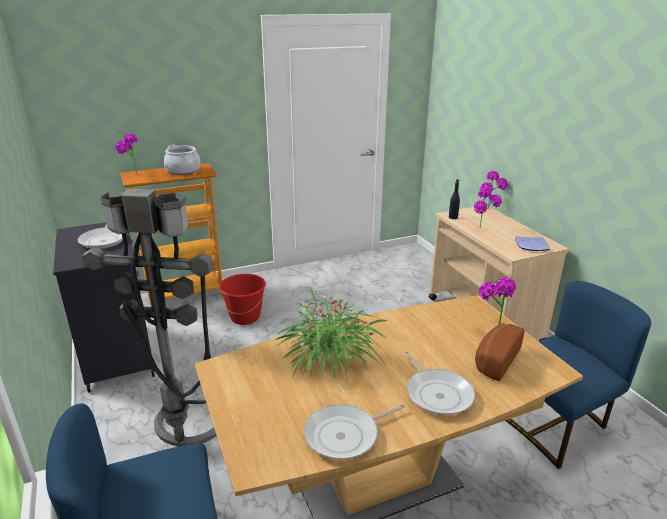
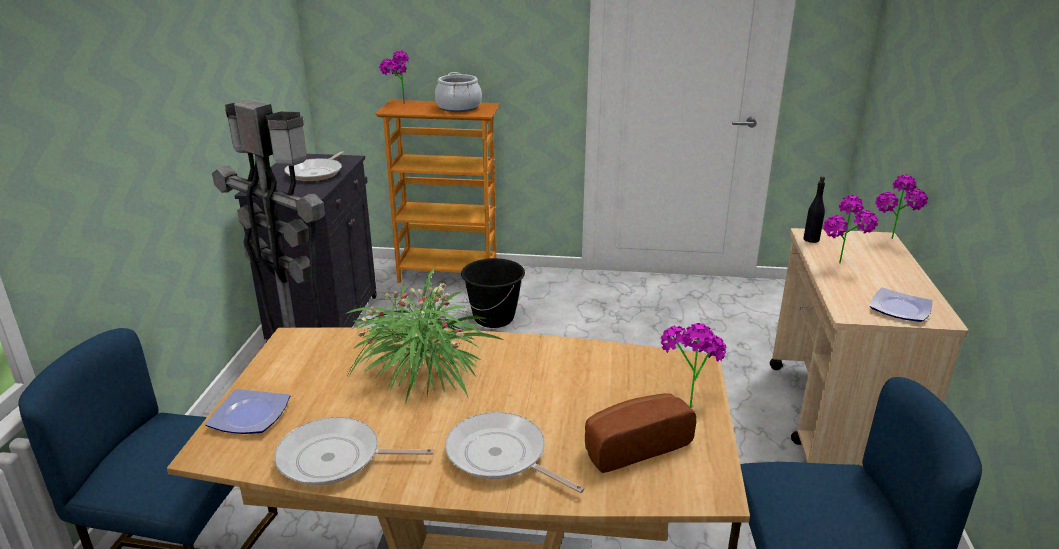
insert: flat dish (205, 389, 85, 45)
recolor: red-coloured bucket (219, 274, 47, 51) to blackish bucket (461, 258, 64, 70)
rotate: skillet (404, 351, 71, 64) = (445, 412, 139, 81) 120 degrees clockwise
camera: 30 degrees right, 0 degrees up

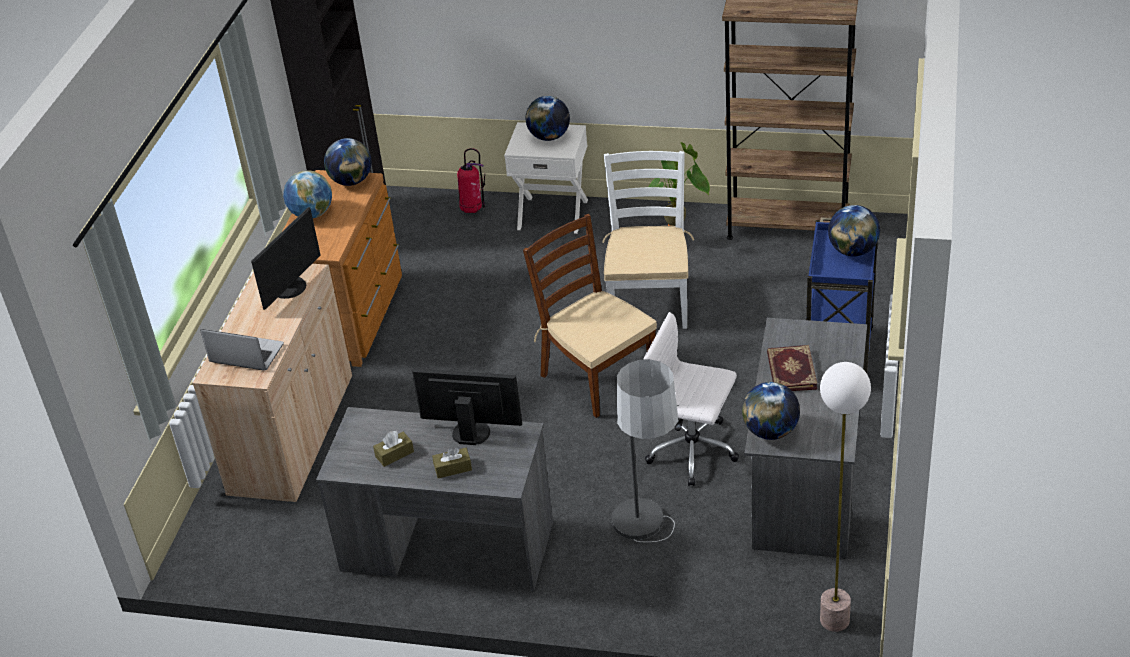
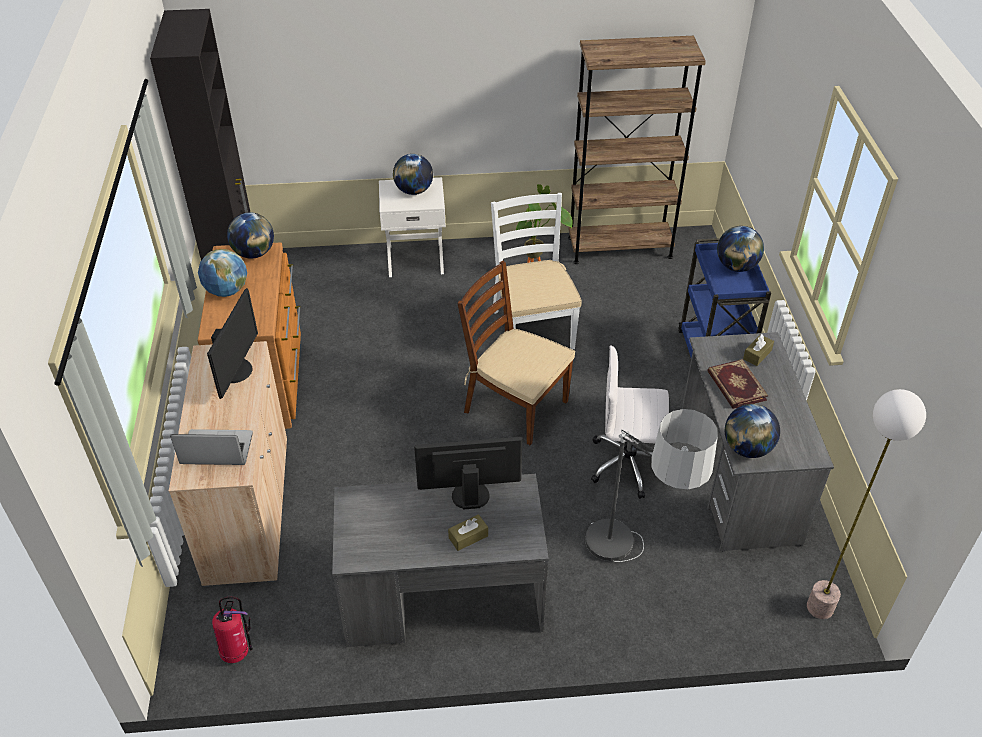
move: brownish tissue box (373, 431, 41, 36) to (743, 334, 31, 32); fire-fighting cylinder (457, 148, 28, 65) to (212, 596, 41, 67)
camera: 20 degrees left, 5 degrees up

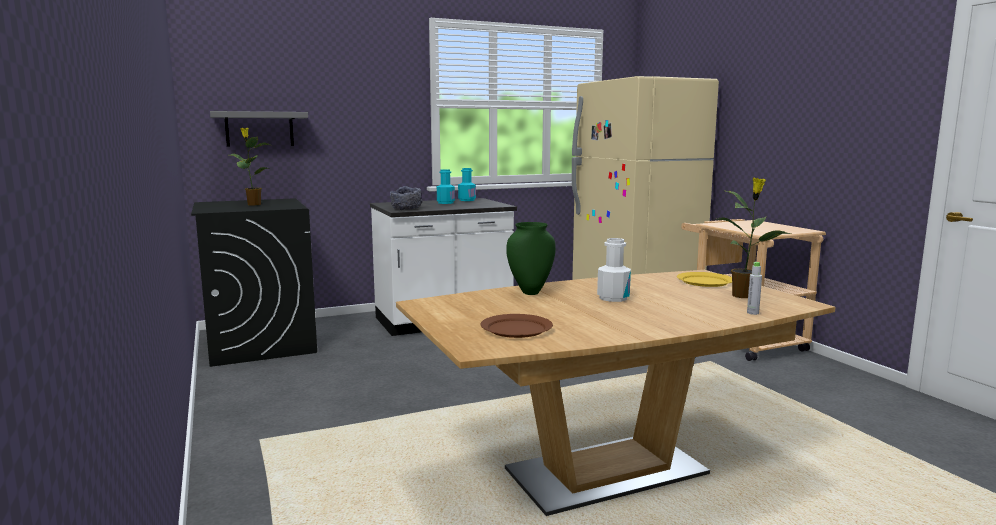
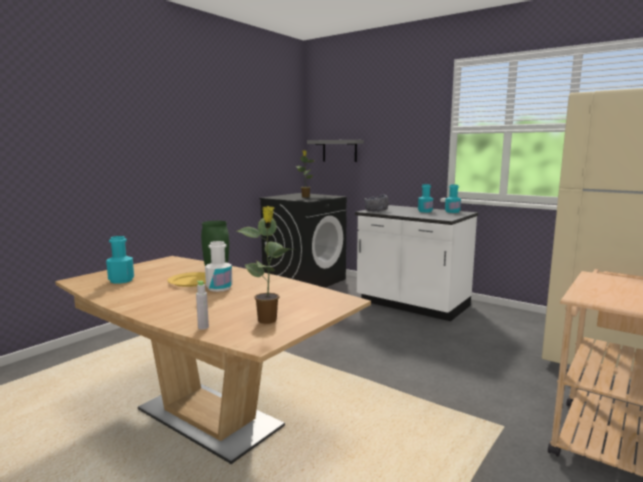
move: yellow-coloured flat dish (677, 272, 55, 15) to (167, 272, 39, 15)
replace: brownish flat dish (481, 314, 72, 24) to blue-green beverage bottle (106, 236, 28, 48)
camera: 60 degrees right, 0 degrees up

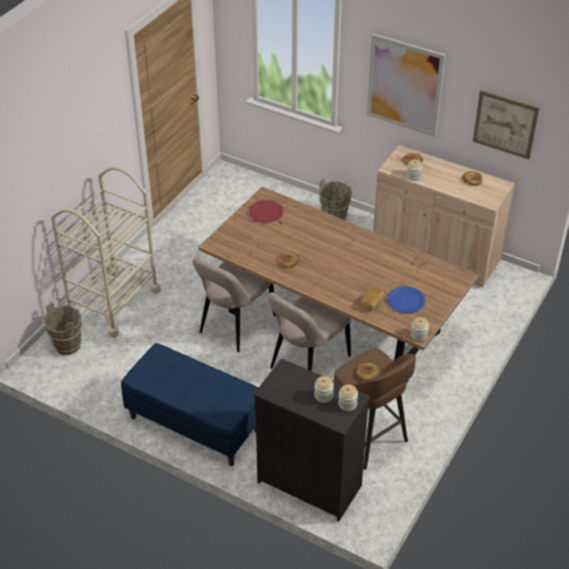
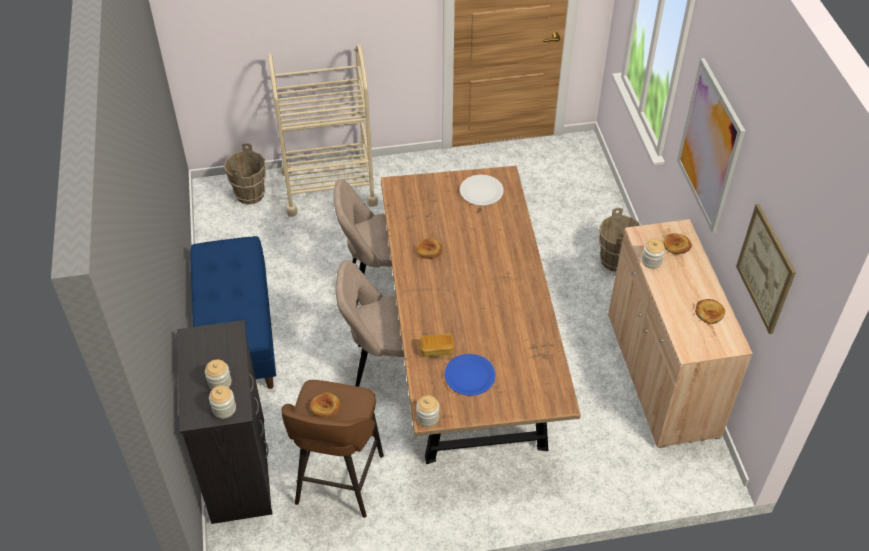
recolor: red-coloured flat dish (249, 200, 35, 23) to whitish flat dish (460, 175, 44, 31)
camera: 50 degrees right, 5 degrees up

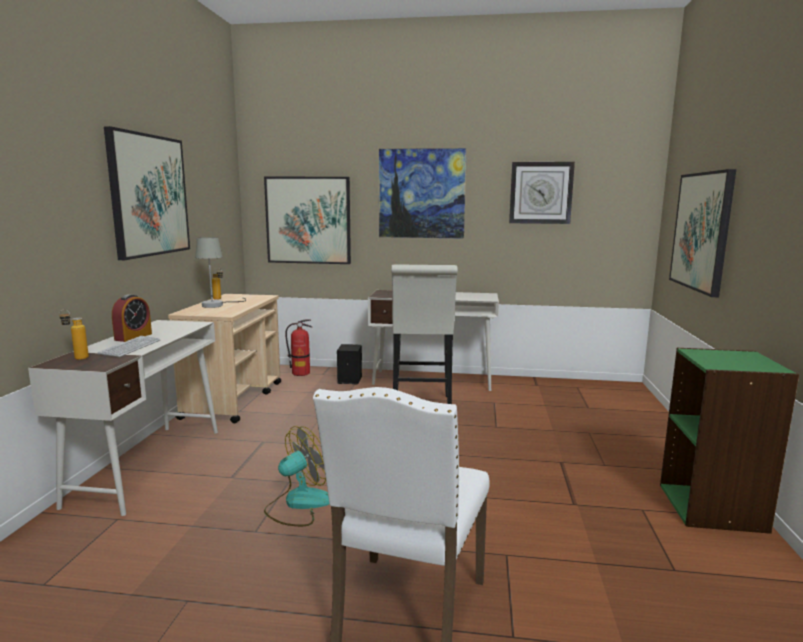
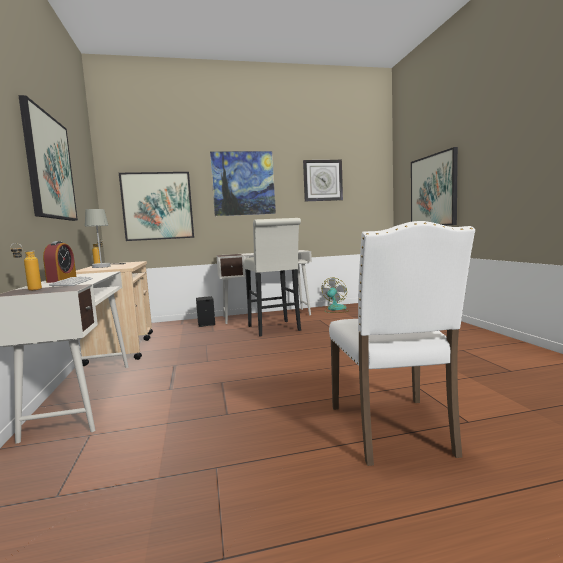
delete: fire-fighting cylinder (286, 320, 27, 56); greenish shelving unit (660, 348, 139, 186)
move: fan (264, 426, 65, 100) to (322, 278, 27, 35)
camera: 20 degrees left, 5 degrees down

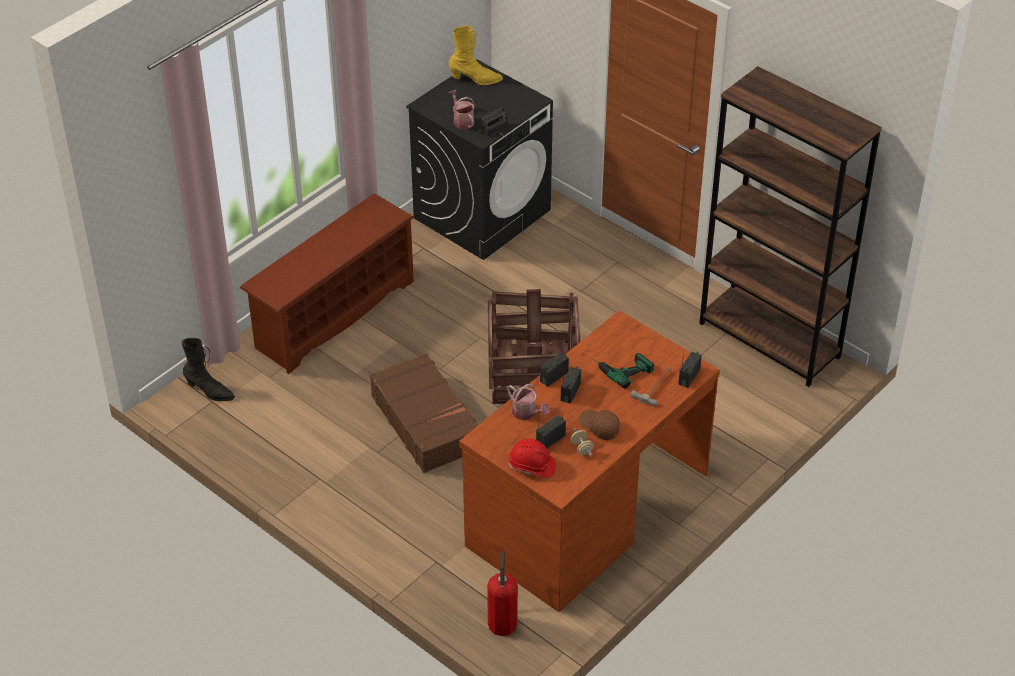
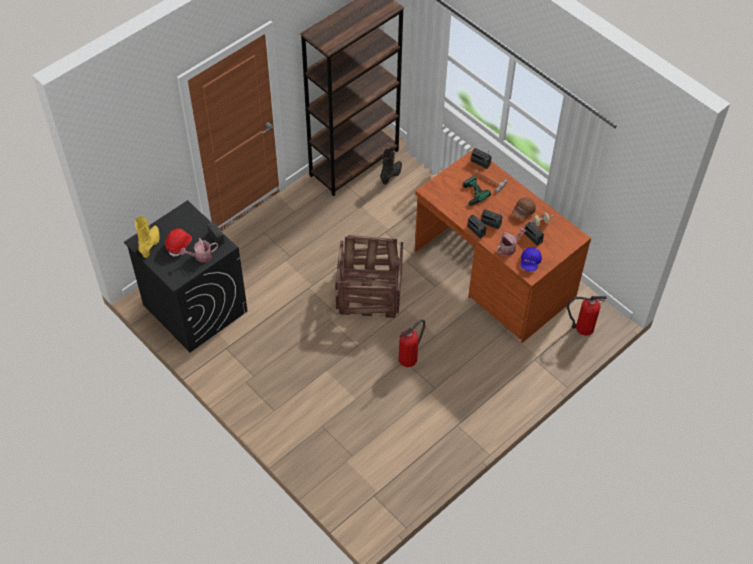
delete: brownish shoe shelf (240, 193, 174, 181)
insert: blue cap (520, 247, 22, 24)
move: blackish boot (182, 338, 53, 63) to (380, 148, 22, 37); red-coloured safety helmet (508, 439, 48, 39) to (165, 228, 27, 29)
replace: brownish travel case (370, 353, 108, 120) to fire-fighting cylinder (399, 319, 26, 48)
camera: 85 degrees left, 10 degrees up

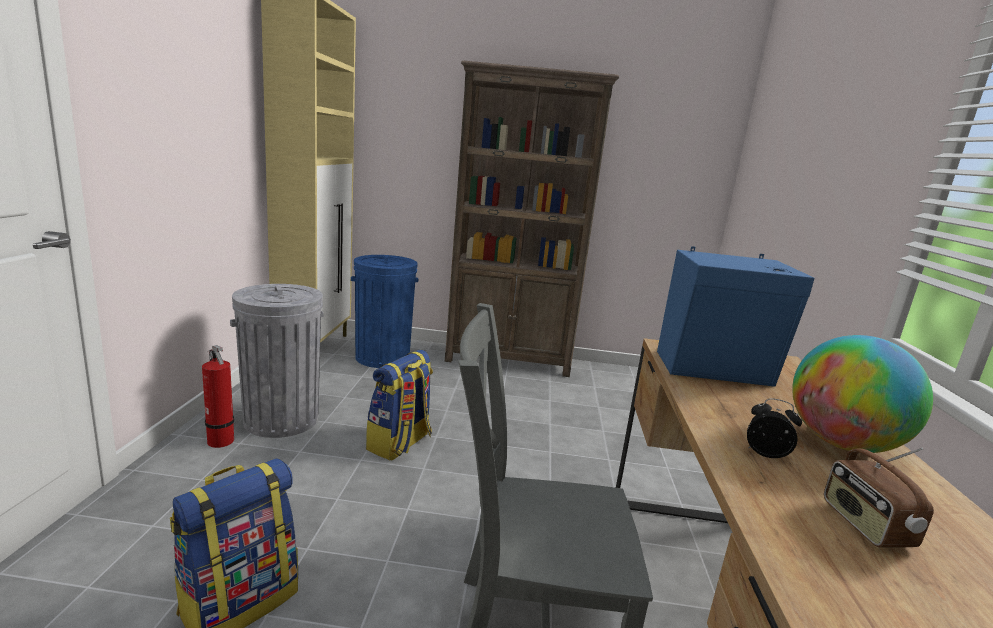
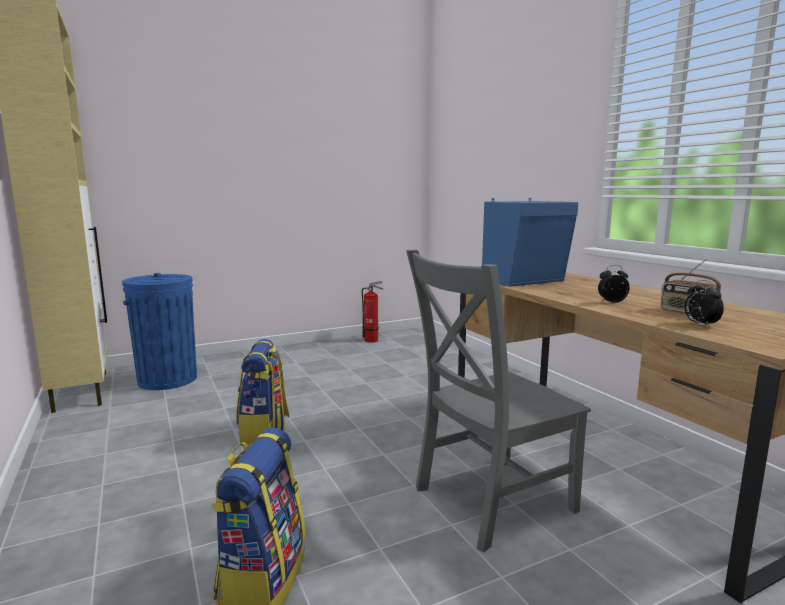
delete: grey trash can (230, 284, 93, 154); brownish shelving unit (445, 61, 174, 316); world globe (792, 335, 141, 118)
insert: bedside clock (685, 280, 39, 48)
move: fire-fighting cylinder (202, 345, 32, 103) to (362, 281, 22, 62)
camera: 30 degrees left, 5 degrees down

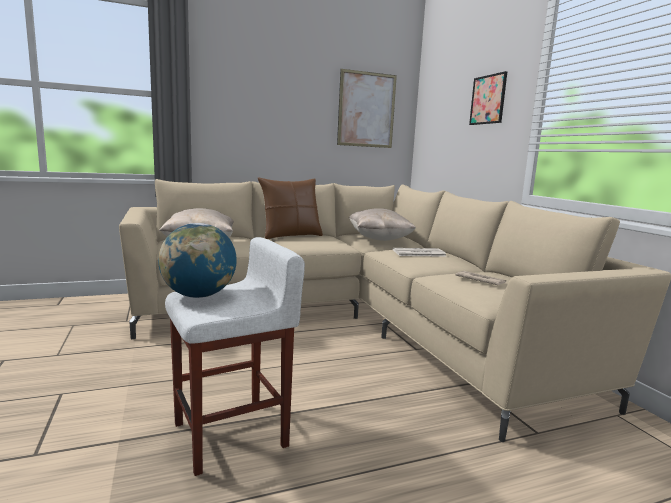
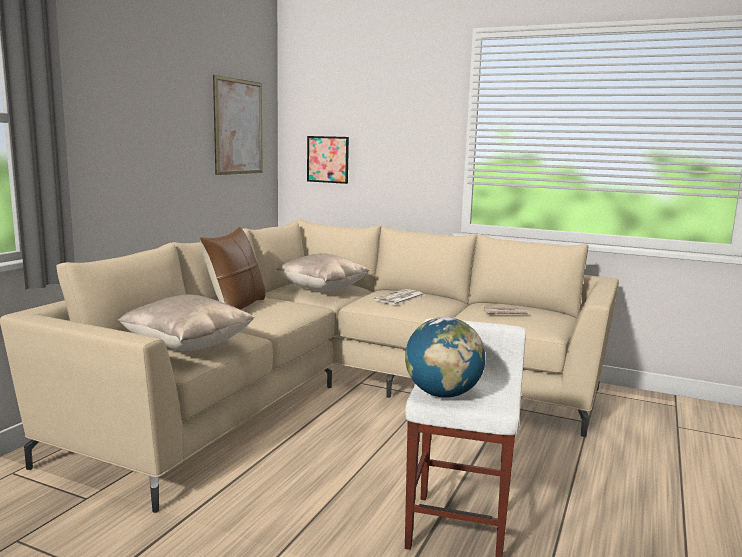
move: wall art (469, 71, 38, 54) to (307, 136, 42, 48)
camera: 45 degrees left, 0 degrees up

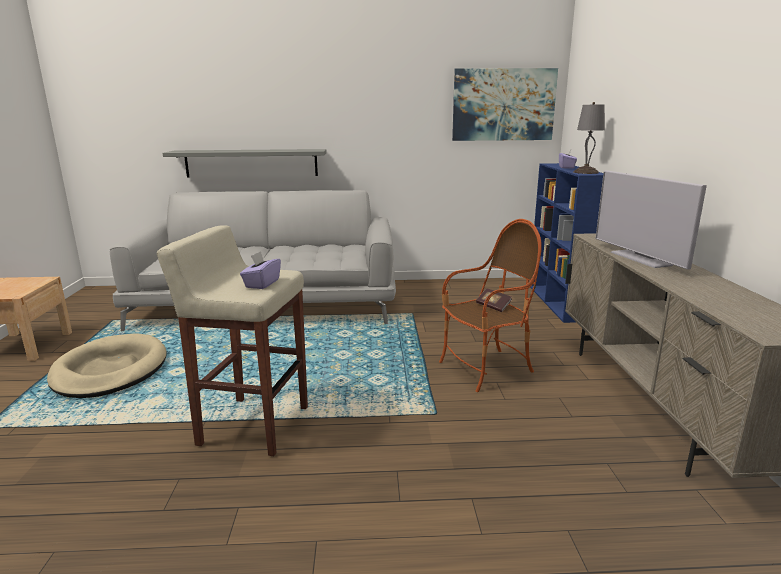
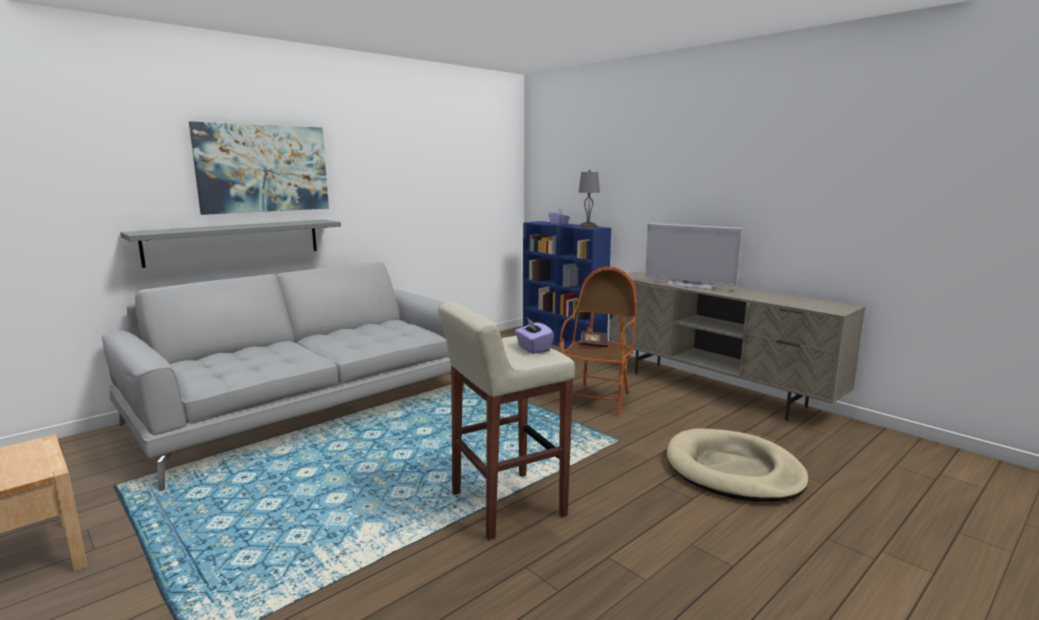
move: sand-coloured dog bed (47, 333, 120, 65) to (667, 429, 142, 73); wall art (452, 68, 106, 73) to (189, 121, 140, 94)
camera: 40 degrees left, 5 degrees down

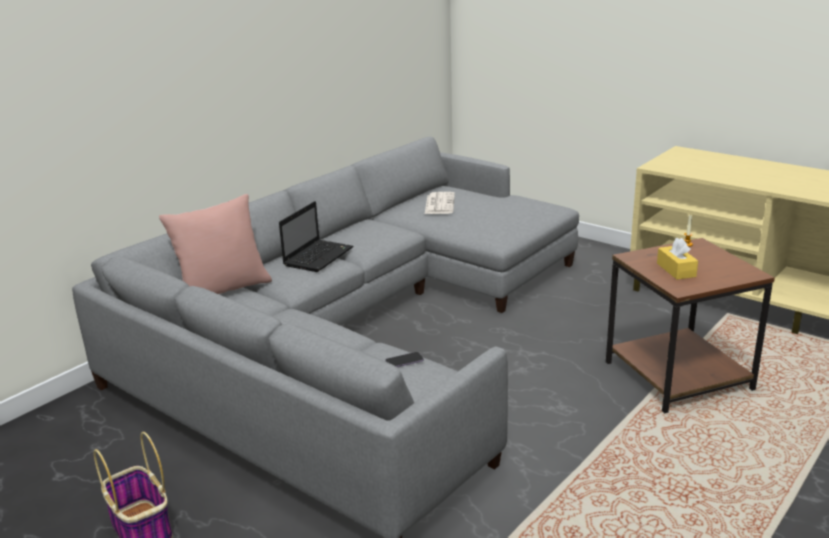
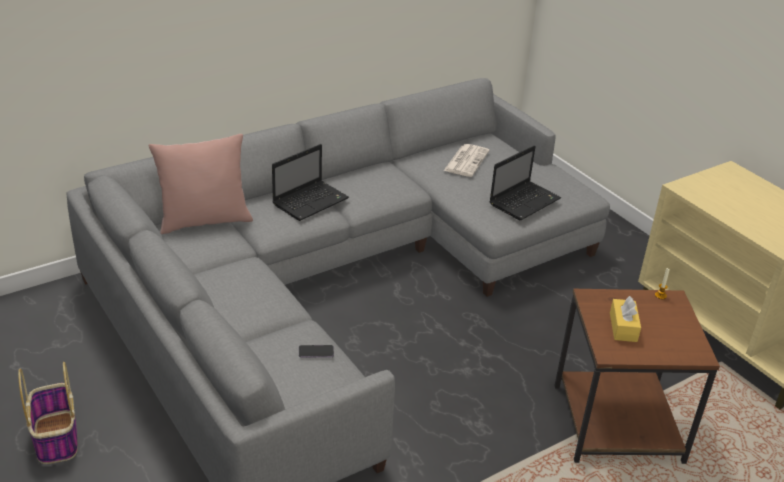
insert: notebook computer (489, 145, 72, 75)
camera: 15 degrees right, 10 degrees up

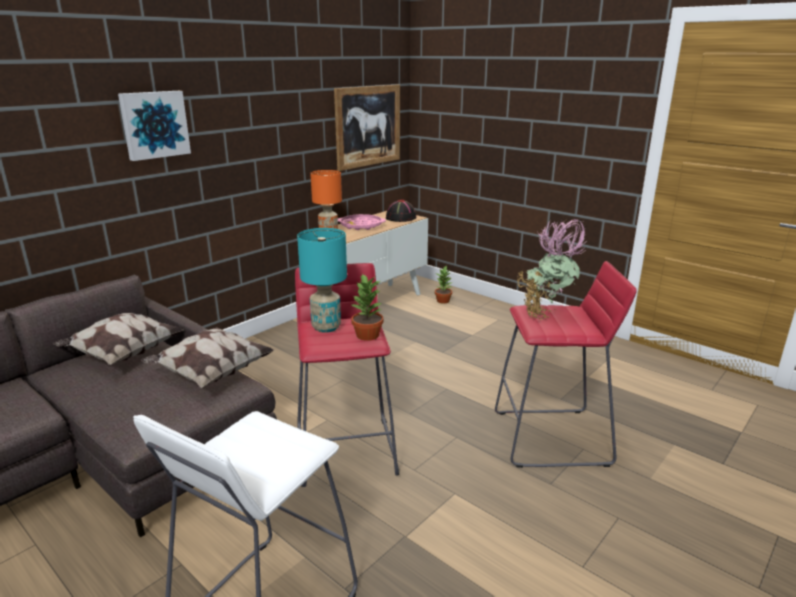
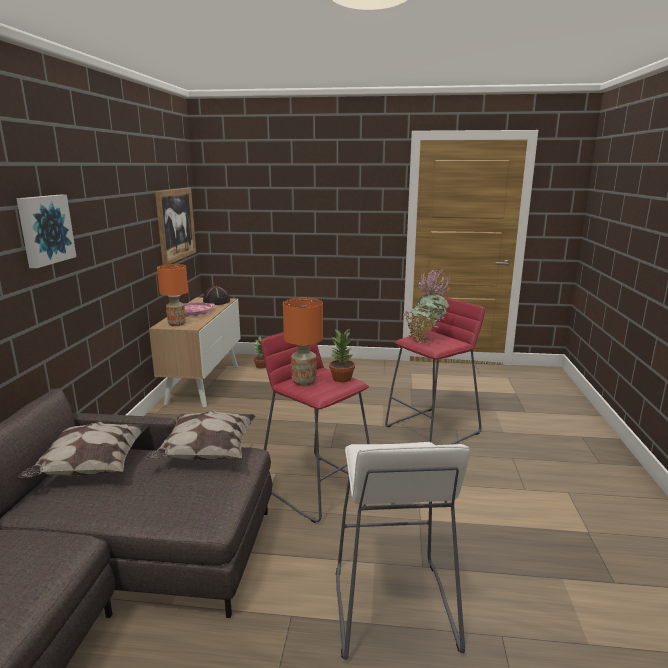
recolor: blue-green lamp for a table (297, 228, 50, 105) to orangey lamp for a table (283, 298, 40, 88)
camera: 35 degrees left, 5 degrees down

